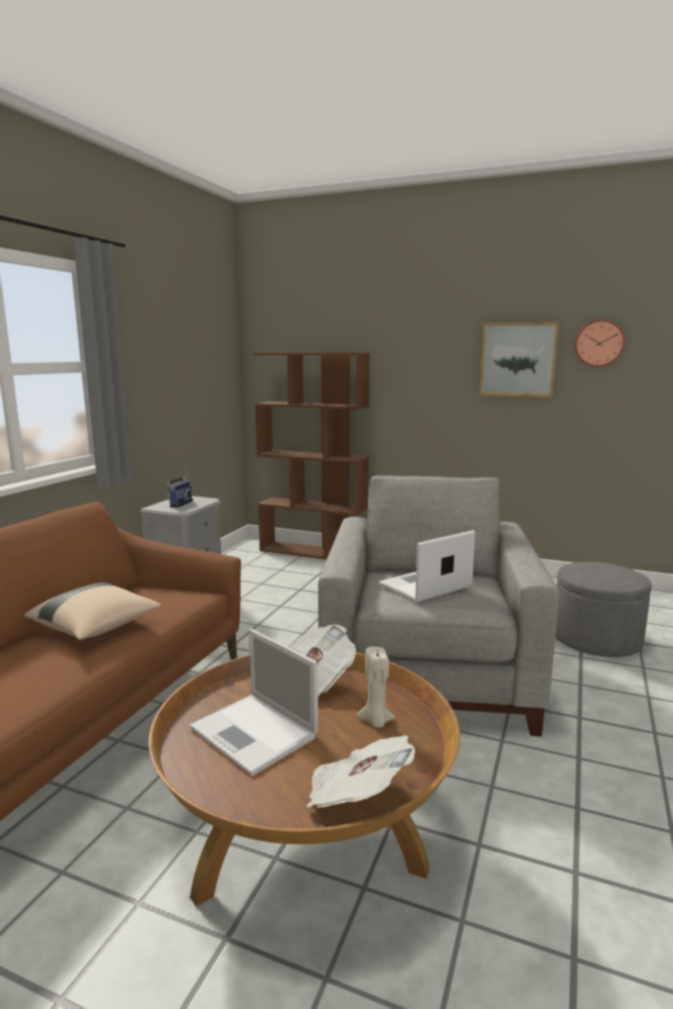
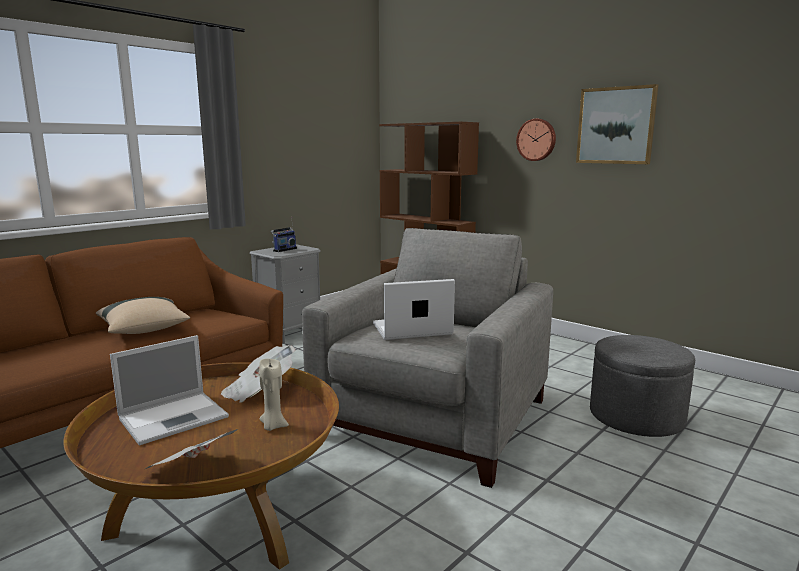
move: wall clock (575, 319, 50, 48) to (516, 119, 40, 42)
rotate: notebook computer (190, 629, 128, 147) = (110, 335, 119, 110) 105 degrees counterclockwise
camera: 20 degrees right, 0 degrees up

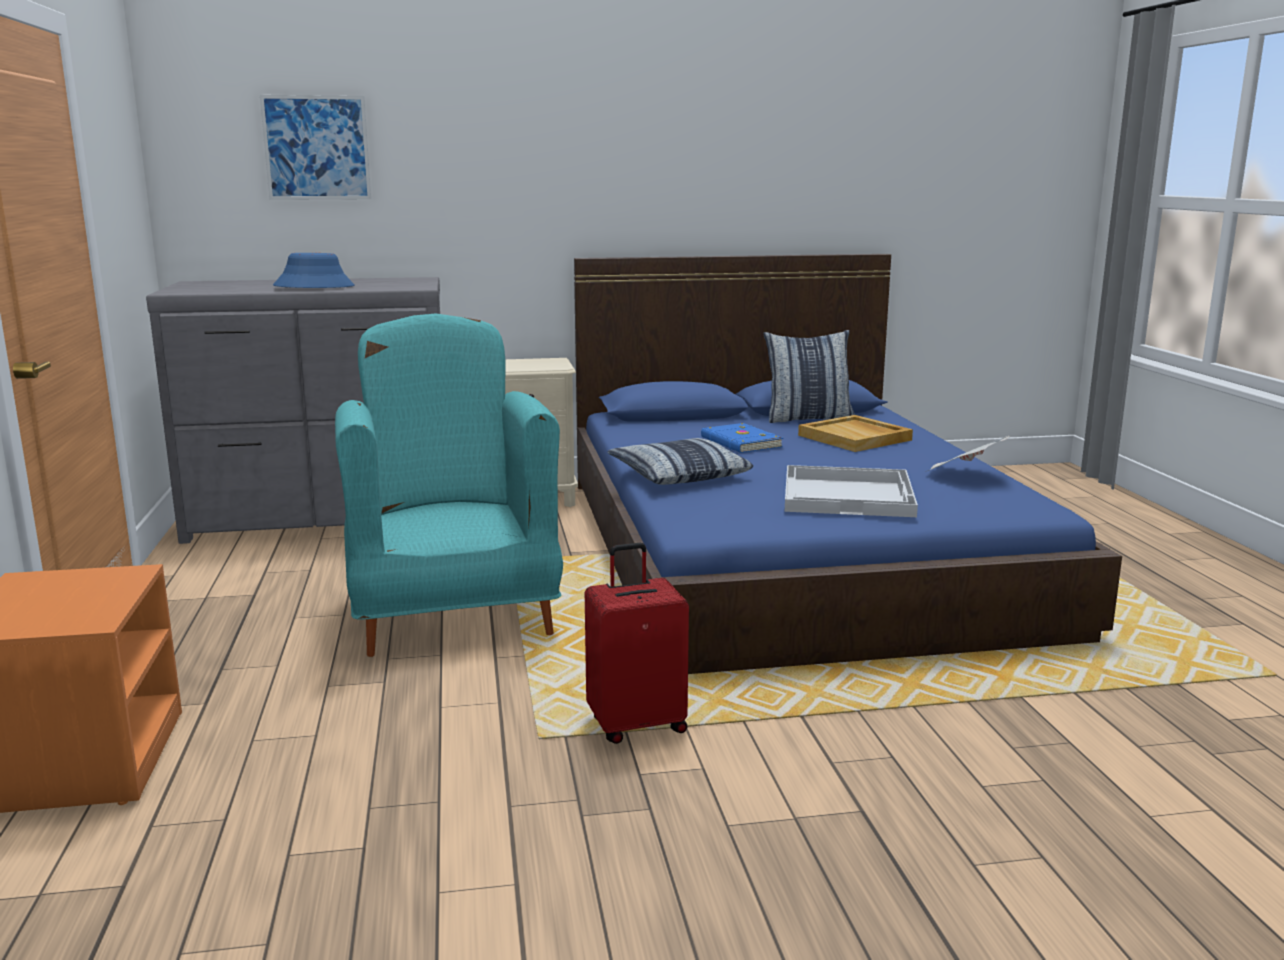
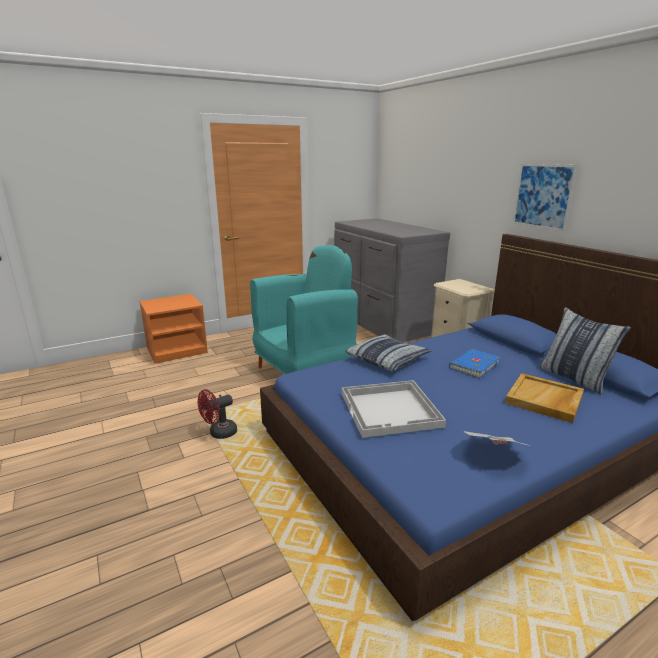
delete: blue hat (273, 253, 81, 35)
move: wall art (260, 95, 111, 105) to (513, 164, 65, 67)
replace: red-coloured travel case (585, 543, 104, 201) to red-coloured fan (198, 389, 39, 50)
camera: 70 degrees right, 5 degrees up

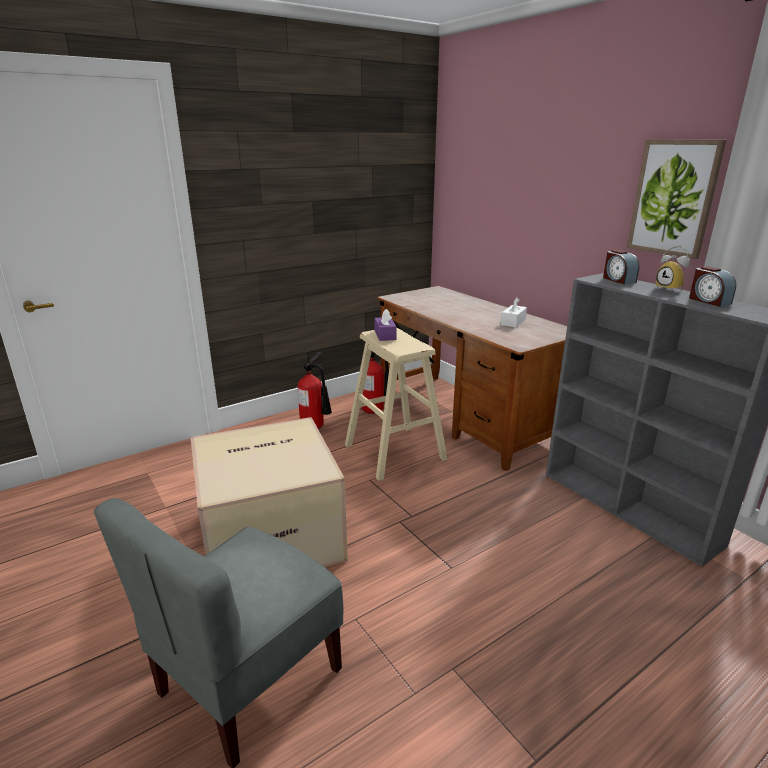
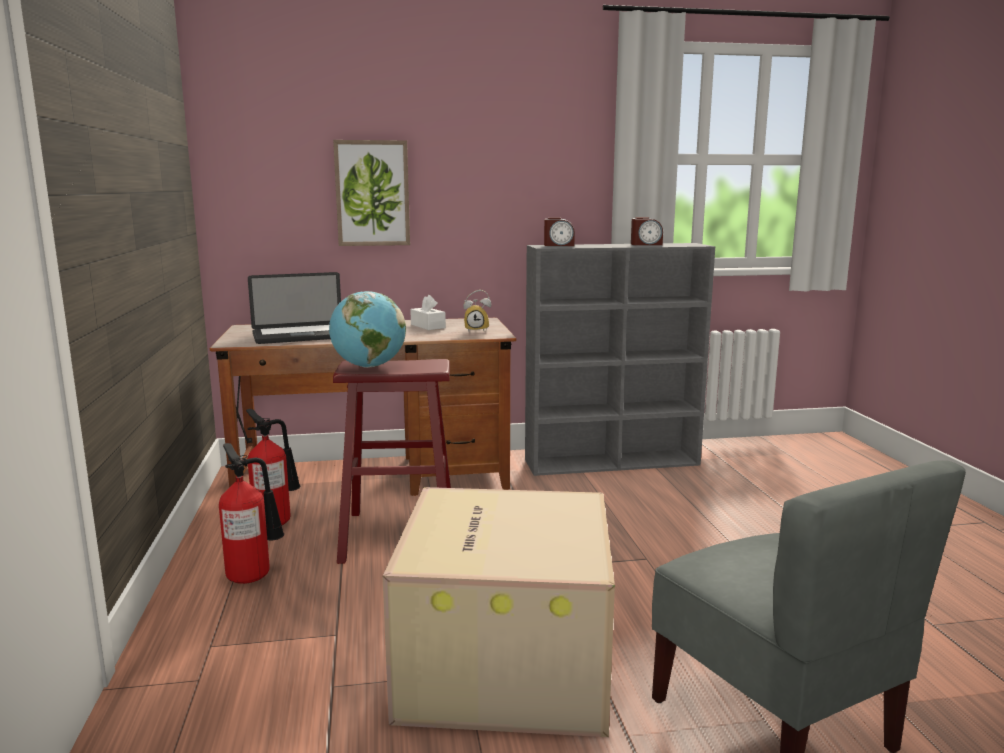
insert: notebook computer (248, 272, 93, 72)
move: wall art (627, 140, 99, 119) to (333, 140, 77, 106); bedside clock (655, 246, 35, 46) to (463, 290, 28, 42)
replace: purplish tissue box (375, 309, 22, 32) to world globe (329, 291, 77, 77)
recolor: sand-coloured stool seat (345, 328, 103, 153) to red-coloured stool seat (333, 359, 118, 205)
camera: 65 degrees left, 10 degrees down

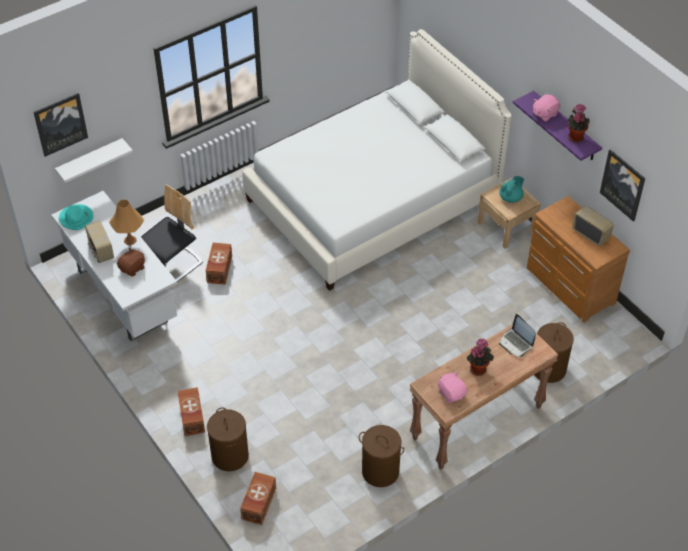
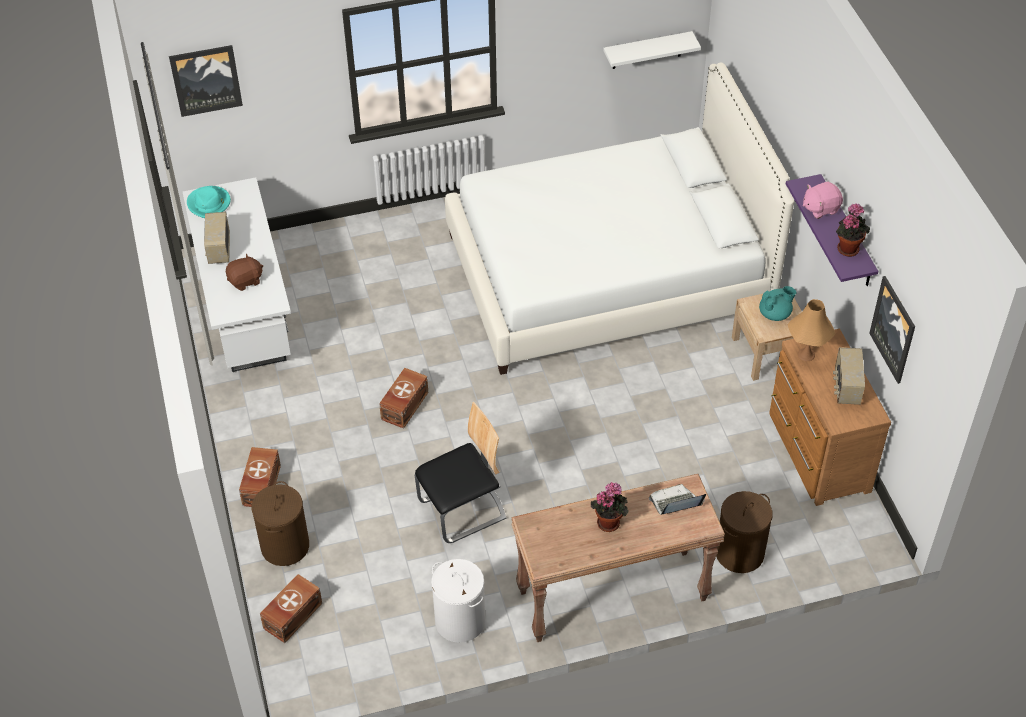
delete: pink-coloured soft toy (438, 372, 29, 31)
move: whitish bracket shelf (55, 138, 78, 45) to (603, 31, 98, 38); orangey lamp for a table (109, 200, 35, 45) to (787, 299, 49, 62); plain chair (141, 184, 62, 98) to (415, 402, 91, 141); brownish storage container (206, 242, 26, 43) to (379, 368, 49, 61)
recolor: brownish laundry basket (359, 425, 45, 62) to whitish laundry basket (431, 559, 54, 84)
rotate: notebook computer (499, 314, 37, 43) = (649, 484, 57, 31) 90 degrees clockwise; radio (572, 206, 42, 40) = (833, 347, 32, 58) 150 degrees counterclockwise
camera: 20 degrees right, 0 degrees up

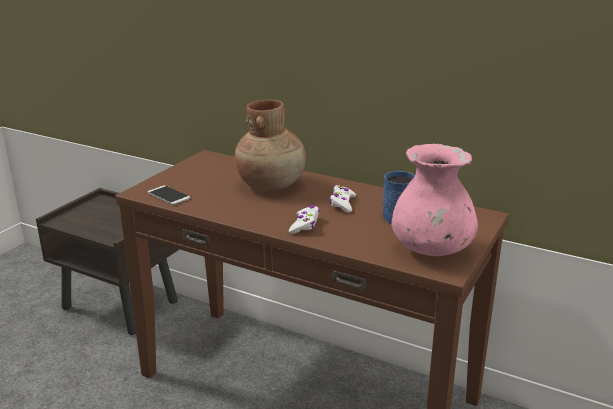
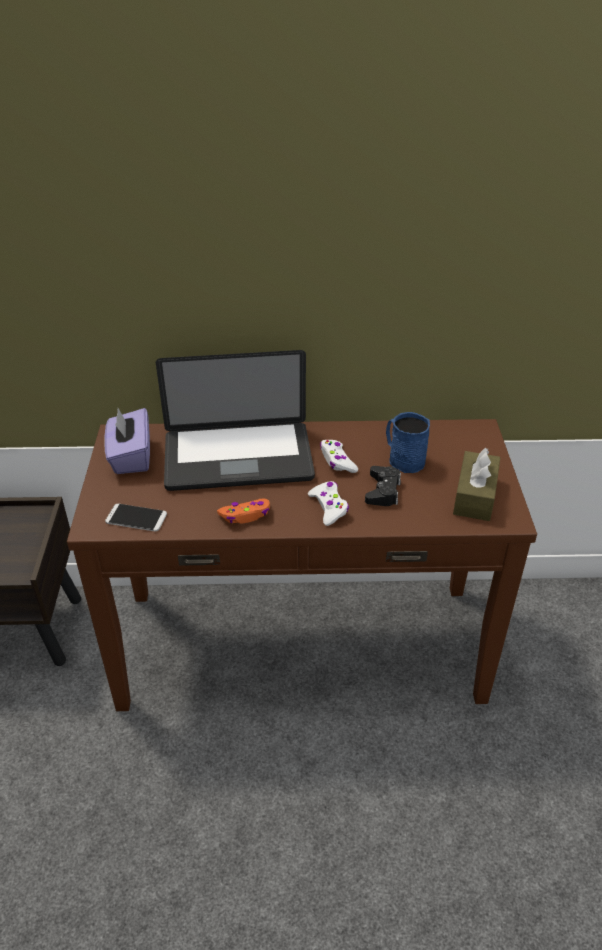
insert: purplish tissue box (104, 408, 46, 66); orangey gamepad (217, 498, 53, 26); blackish gamepad (365, 466, 36, 40)
replace: brownish flower vase (235, 99, 71, 92) to notebook computer (156, 350, 159, 141); pink-coloured flower vase (392, 144, 86, 112) to brownish tissue box (453, 448, 48, 73)
camera: 30 degrees left, 15 degrees up

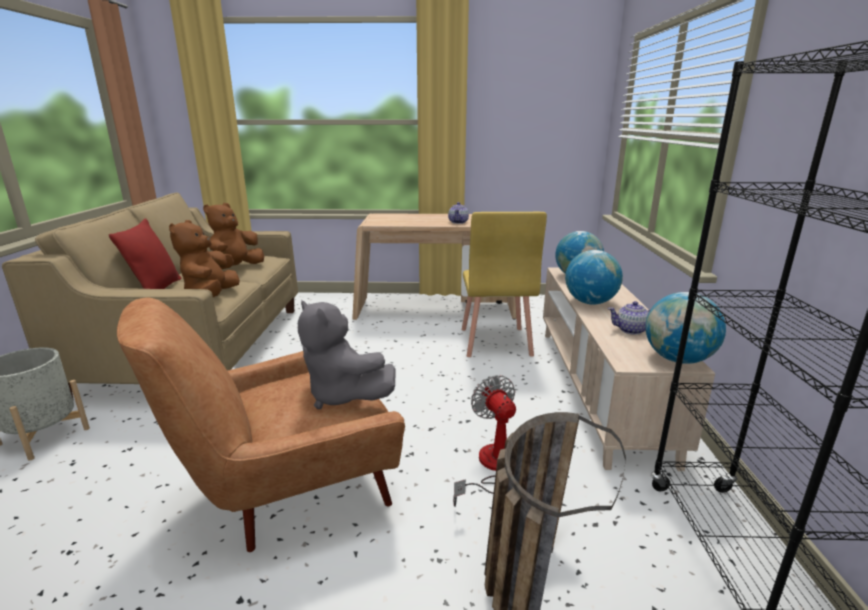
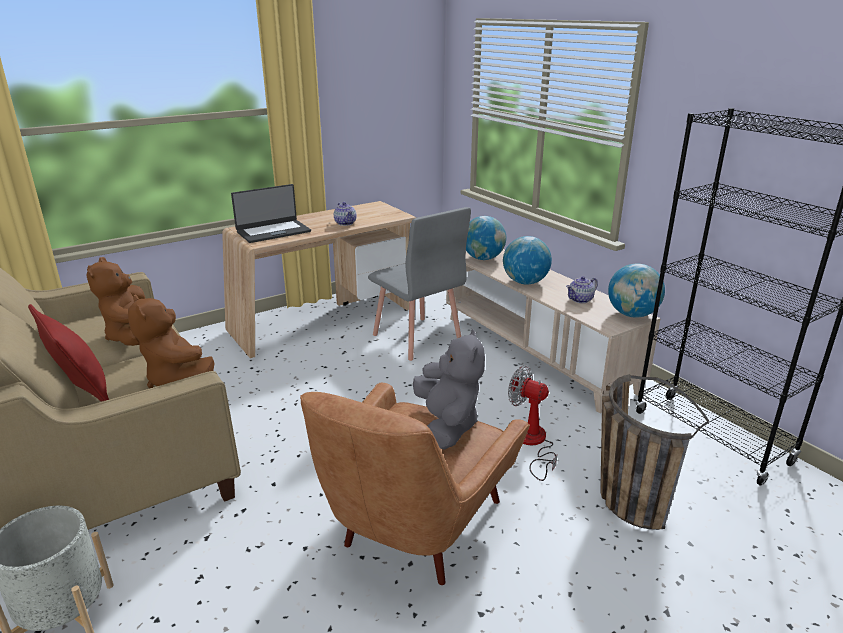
insert: notebook computer (231, 184, 80, 59)
recolor: yellow-coloured plain chair (462, 212, 85, 145) to grey plain chair (368, 207, 103, 154)
rotate: grey soft toy (298, 300, 97, 109) = (413, 329, 72, 121) 105 degrees counterclockwise
camera: 35 degrees left, 5 degrees up

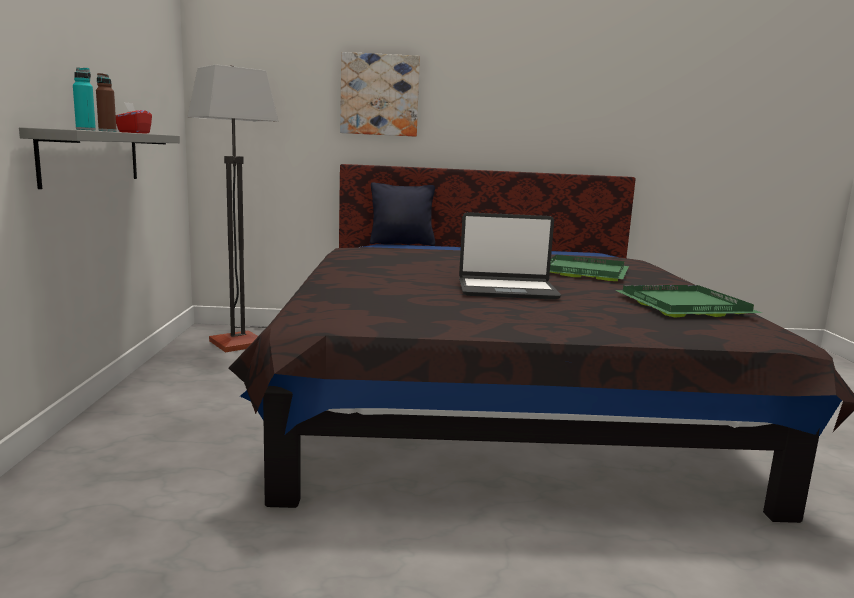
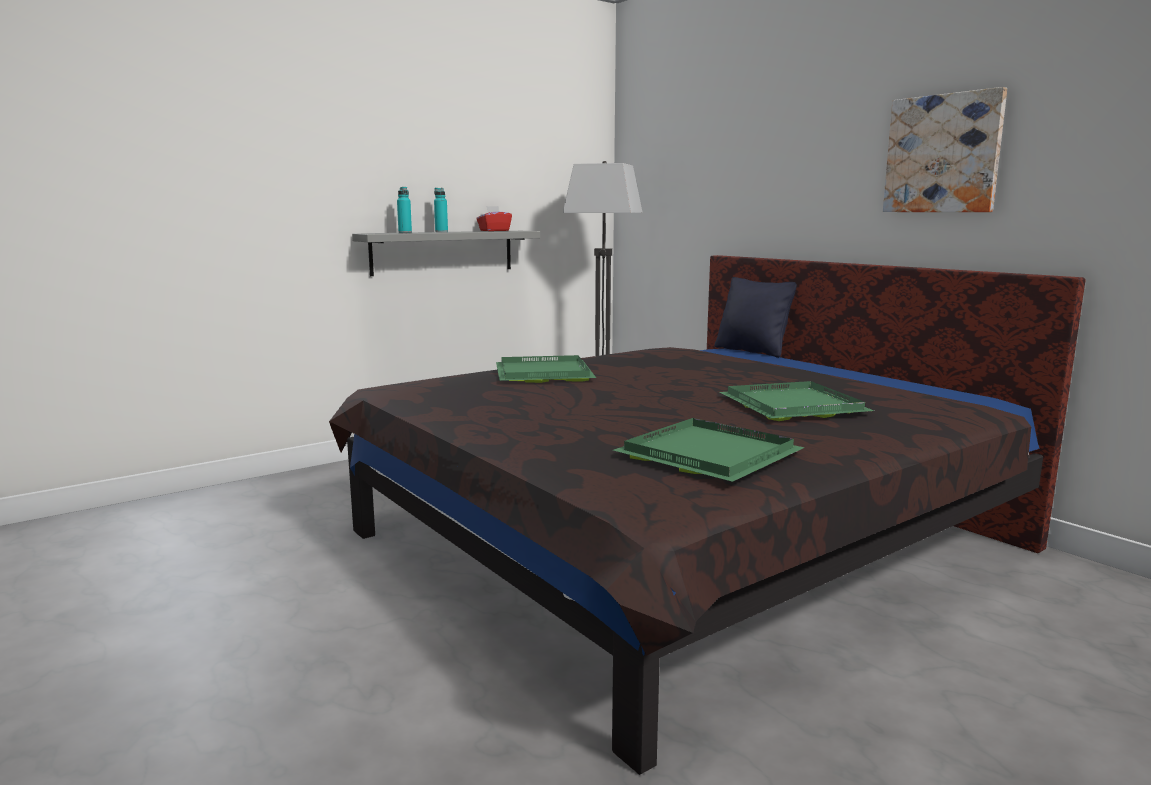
delete: notebook computer (459, 212, 102, 88)
insert: greenish tray (496, 355, 100, 28)
move: wall art (340, 52, 80, 85) to (883, 87, 124, 125)
recolor: brownish beverage bottle (96, 73, 21, 59) to blue-green beverage bottle (434, 188, 14, 44)
camera: 55 degrees right, 0 degrees up

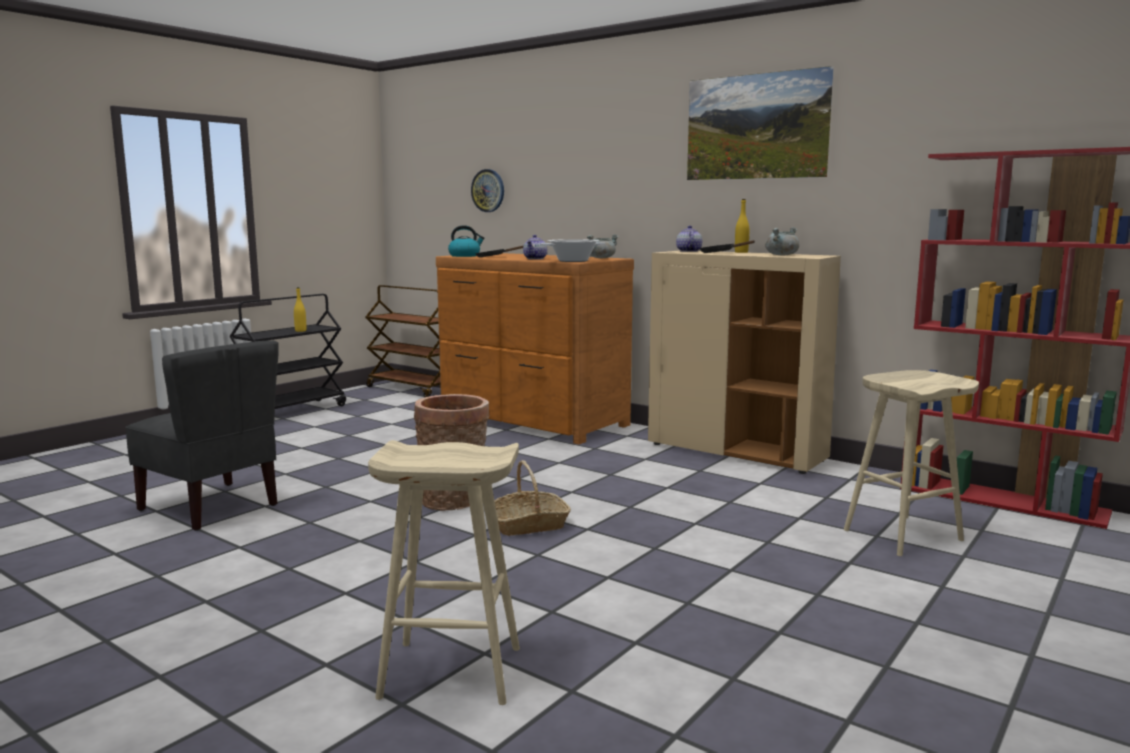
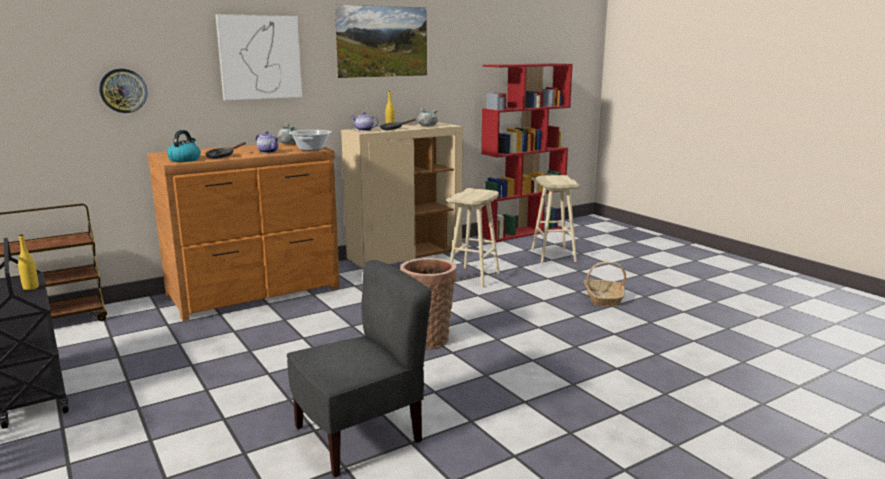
insert: wall art (215, 14, 87, 86)
move: sand-coloured stool seat (368, 440, 152, 265) to (447, 188, 53, 100); storage basket (495, 460, 76, 76) to (584, 262, 42, 44)
camera: 70 degrees left, 5 degrees up

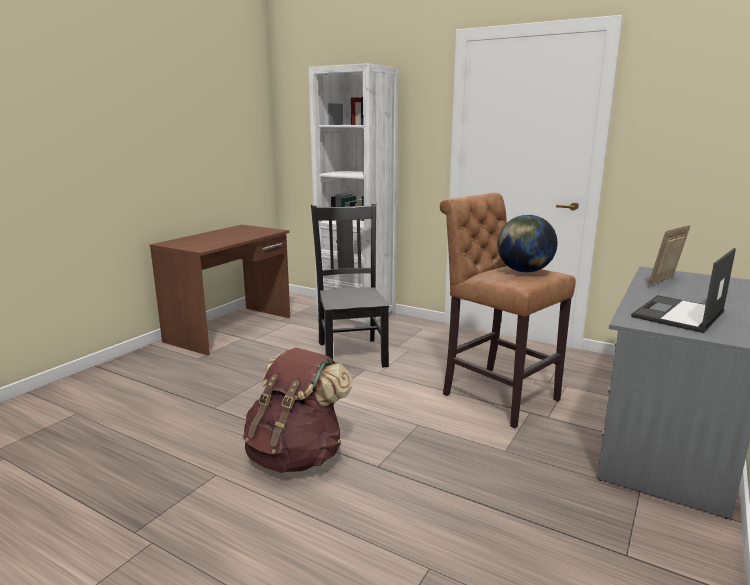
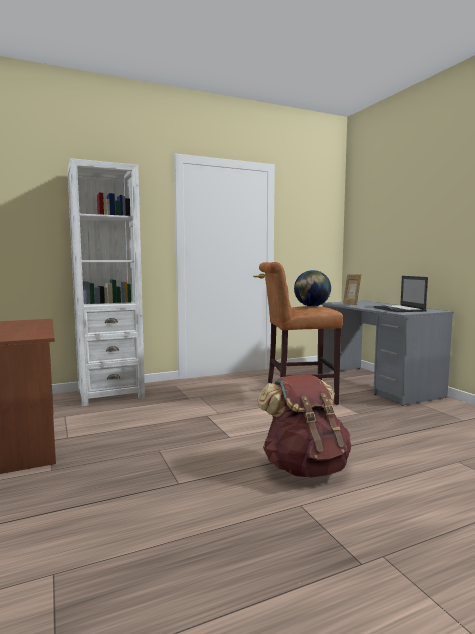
delete: blackish plain chair (311, 203, 78, 164)
camera: 55 degrees left, 10 degrees down

